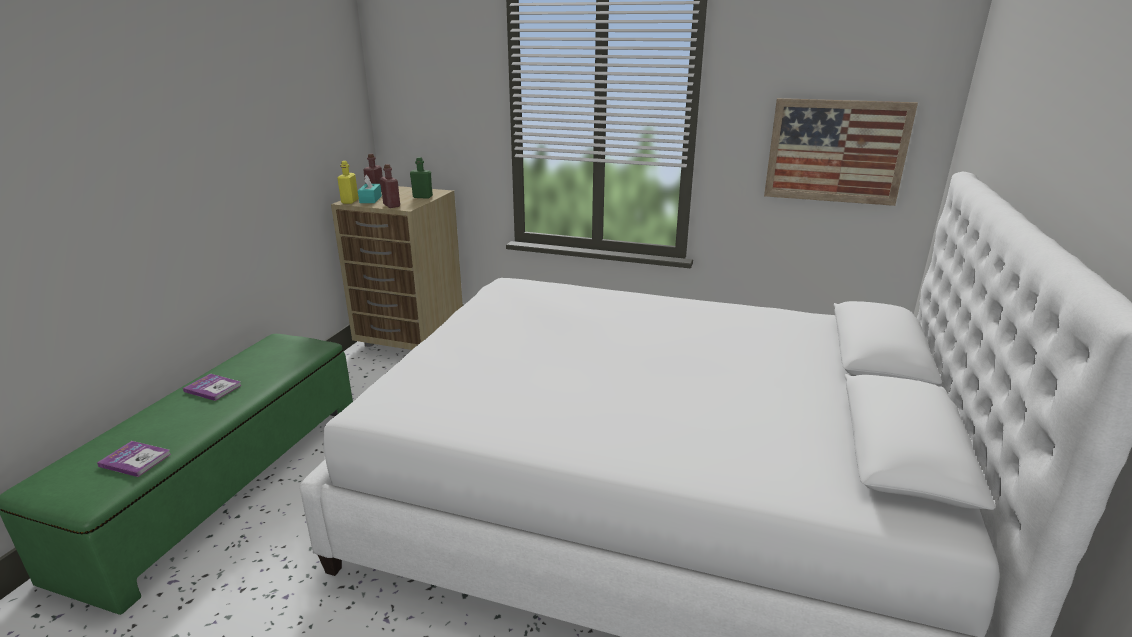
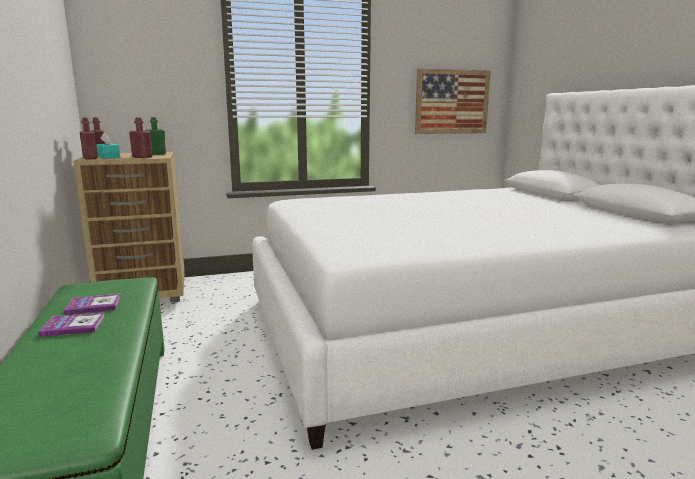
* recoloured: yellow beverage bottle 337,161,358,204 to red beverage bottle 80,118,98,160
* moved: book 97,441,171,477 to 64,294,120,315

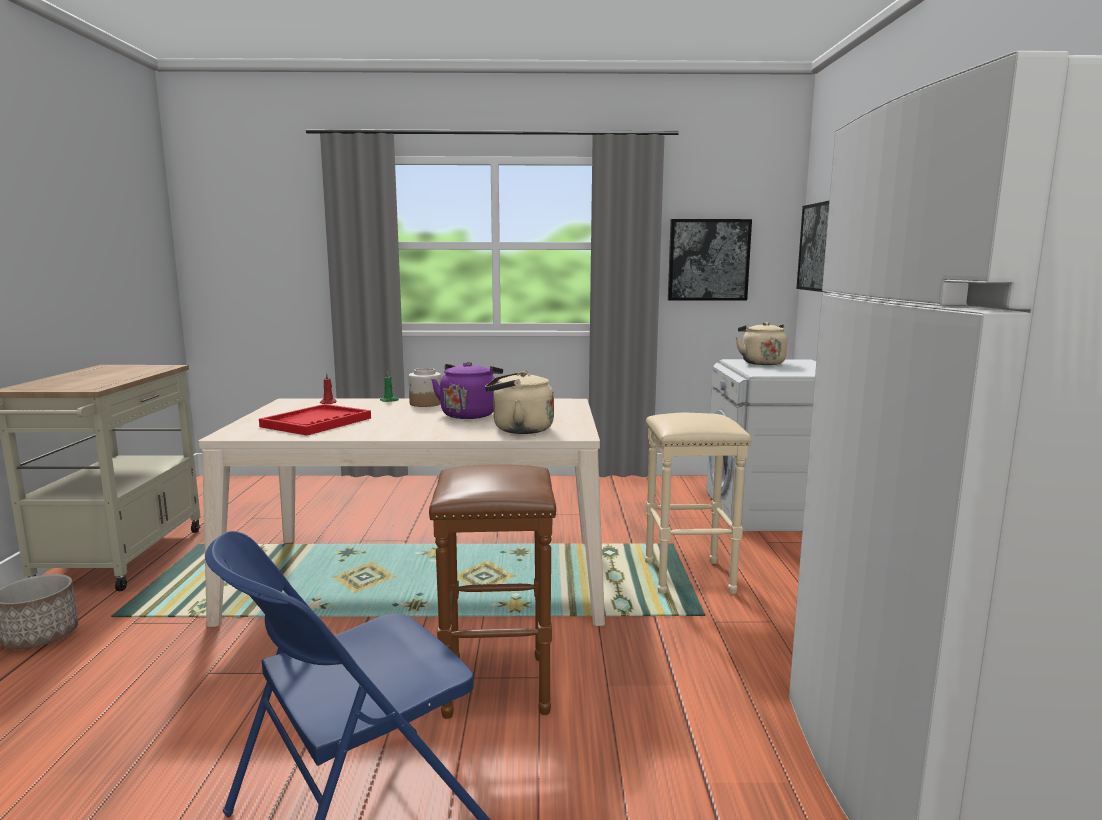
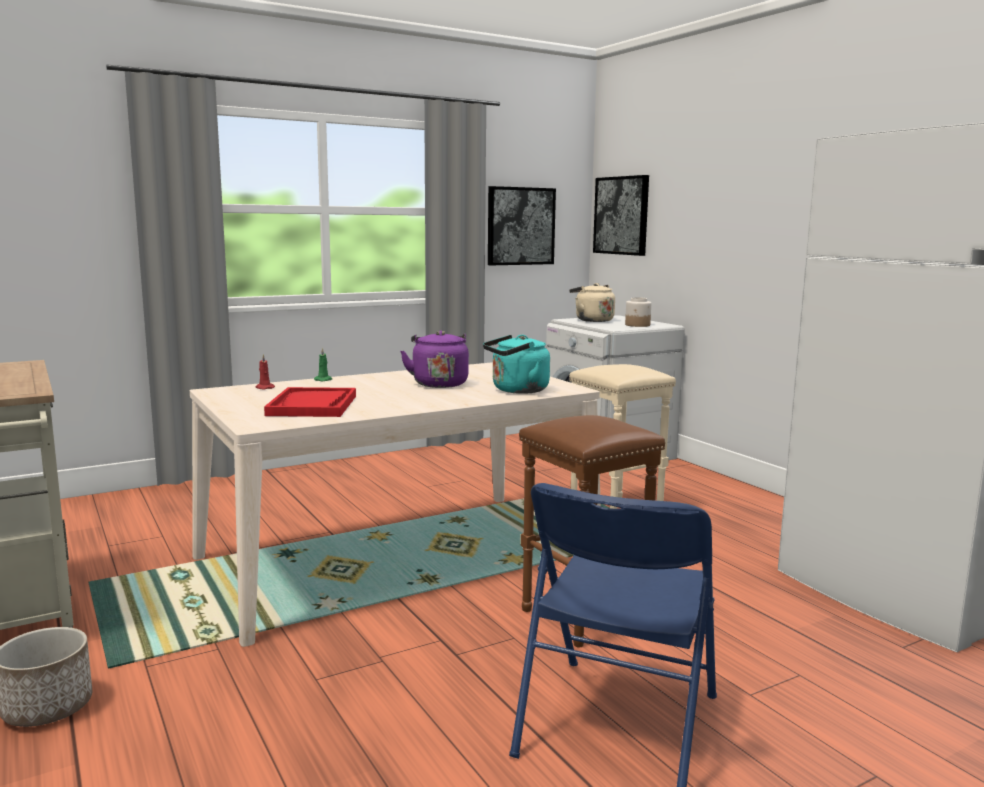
* moved: storage jar 409,368,441,407 to 625,297,651,327
* recoloured: sand-coloured water kettle 485,371,554,434 to blue-green water kettle 483,335,550,394

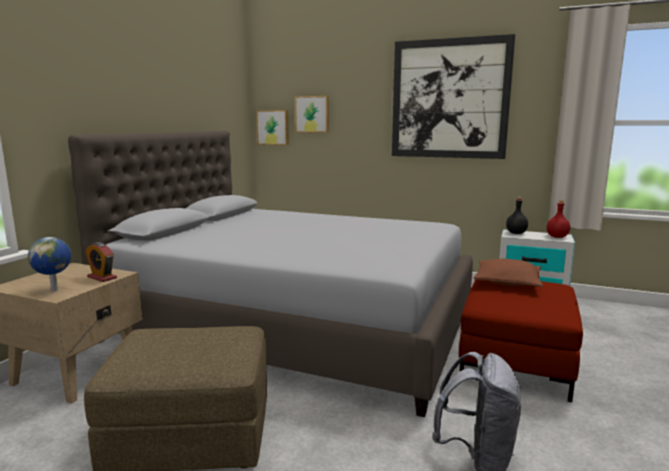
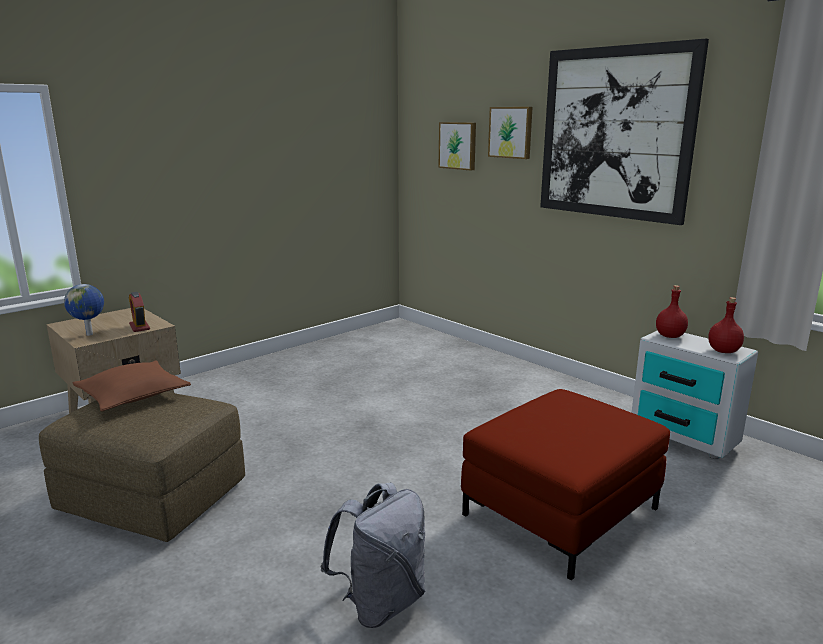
* moved: picture 256,110,289,145 to 488,107,533,159
* removed: grey bedroom bed 68,131,473,417
* recoloured: black beverage bottle 506,197,528,234 to red beverage bottle 656,285,688,338
* moved: brownish throw pillow 473,259,543,287 to 73,360,191,411

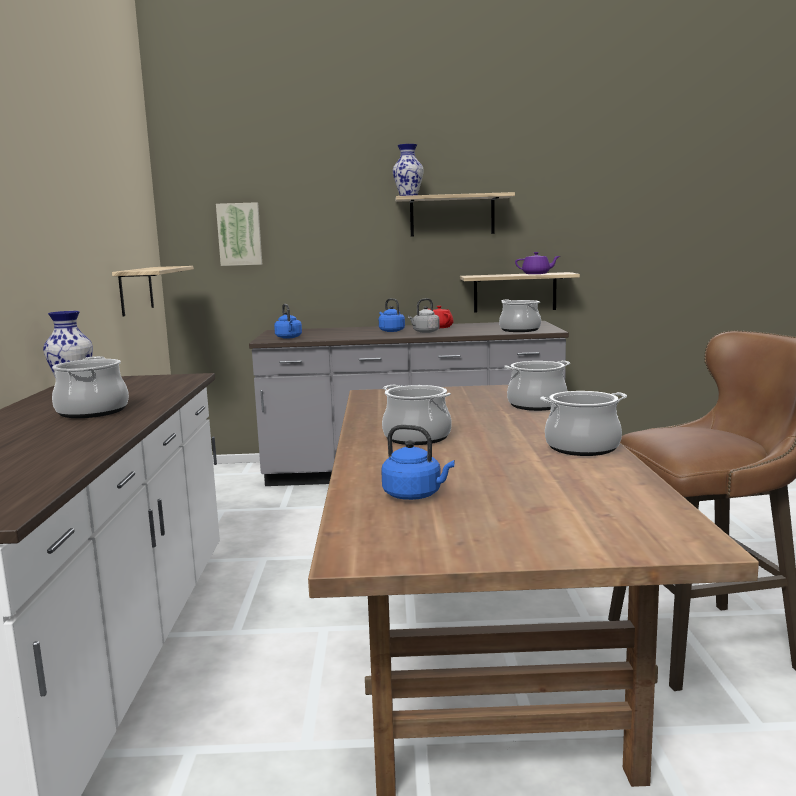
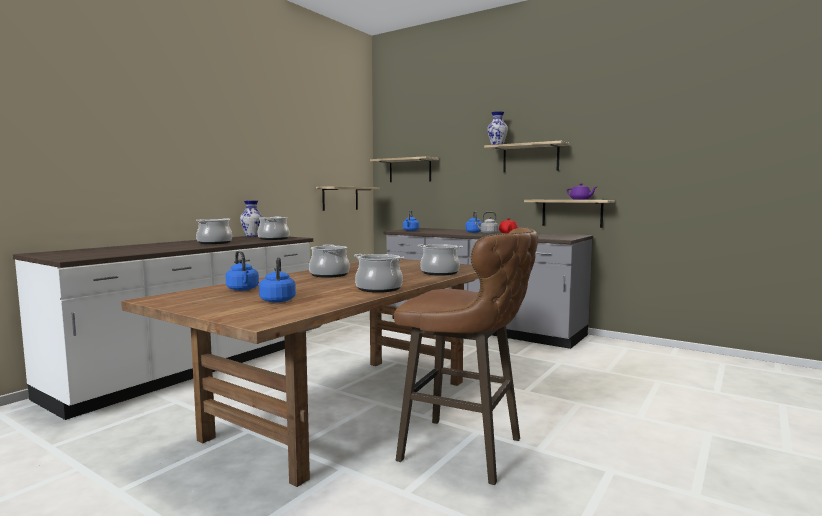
* replaced: picture 216,202,262,266 to bracket shelf 370,156,439,182
* moved: cooking pot 499,300,541,332 to 258,216,289,240
* added: blue water kettle 259,257,296,303

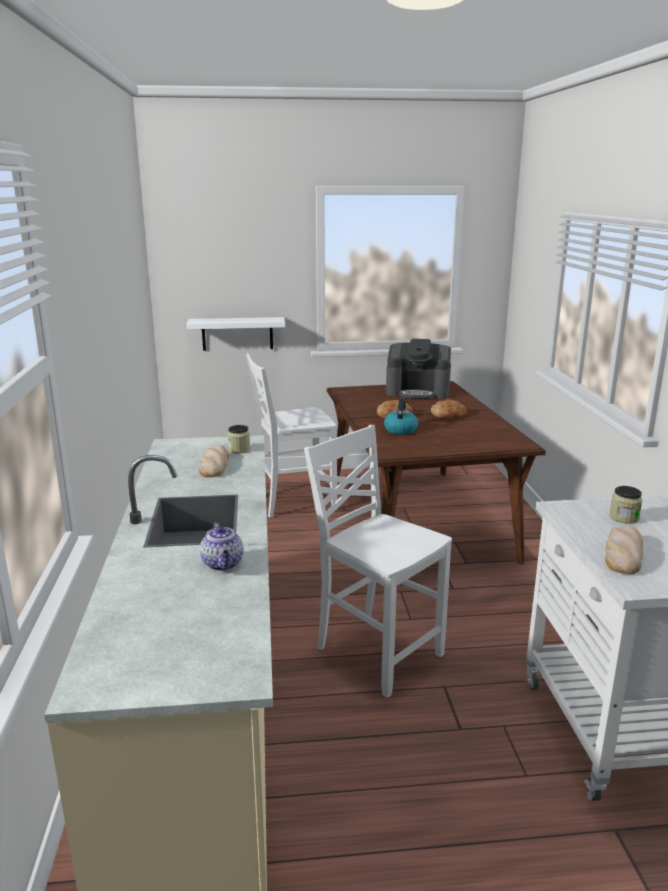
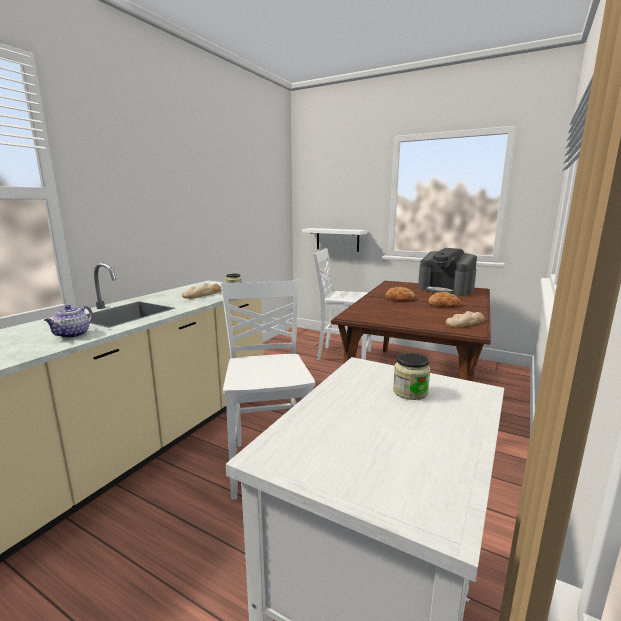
* removed: water kettle 384,398,418,435
* moved: bakery bread 605,526,643,574 to 446,311,484,328

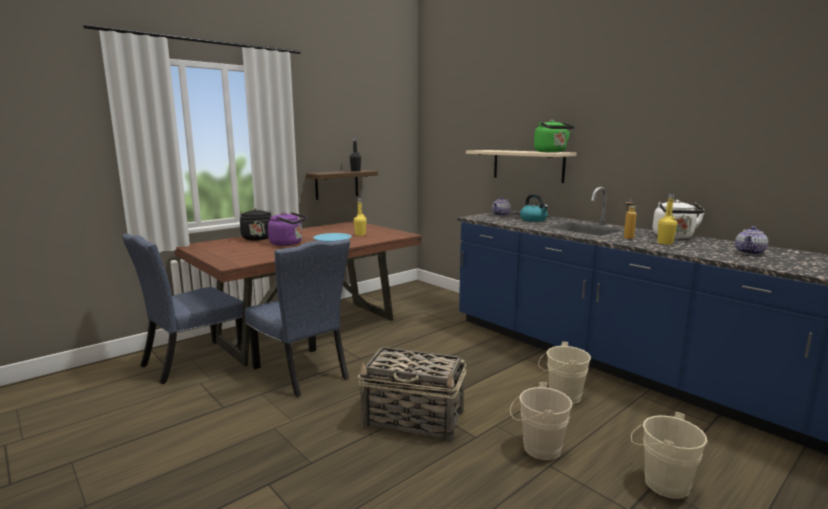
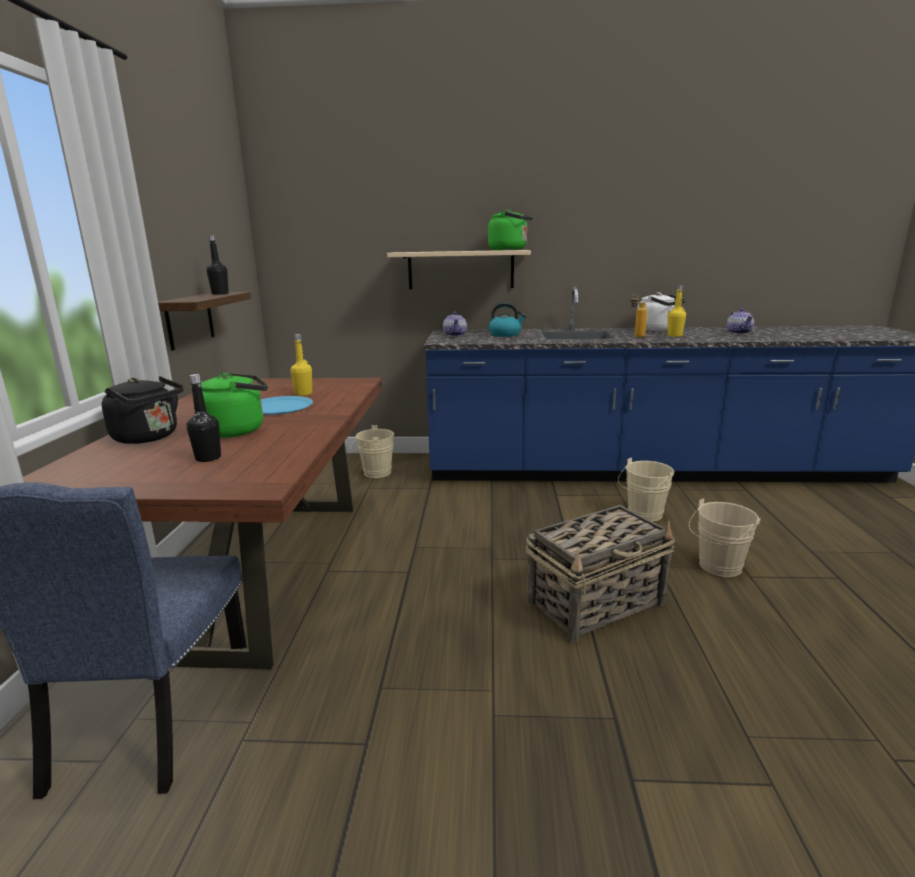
* recoloured: purple-coloured water kettle 268,212,307,246 to green water kettle 201,372,268,438
* removed: blue chair 245,239,350,397
* moved: sand-coloured pail 631,412,707,499 to 350,425,394,478
* added: black beverage bottle 186,374,221,462

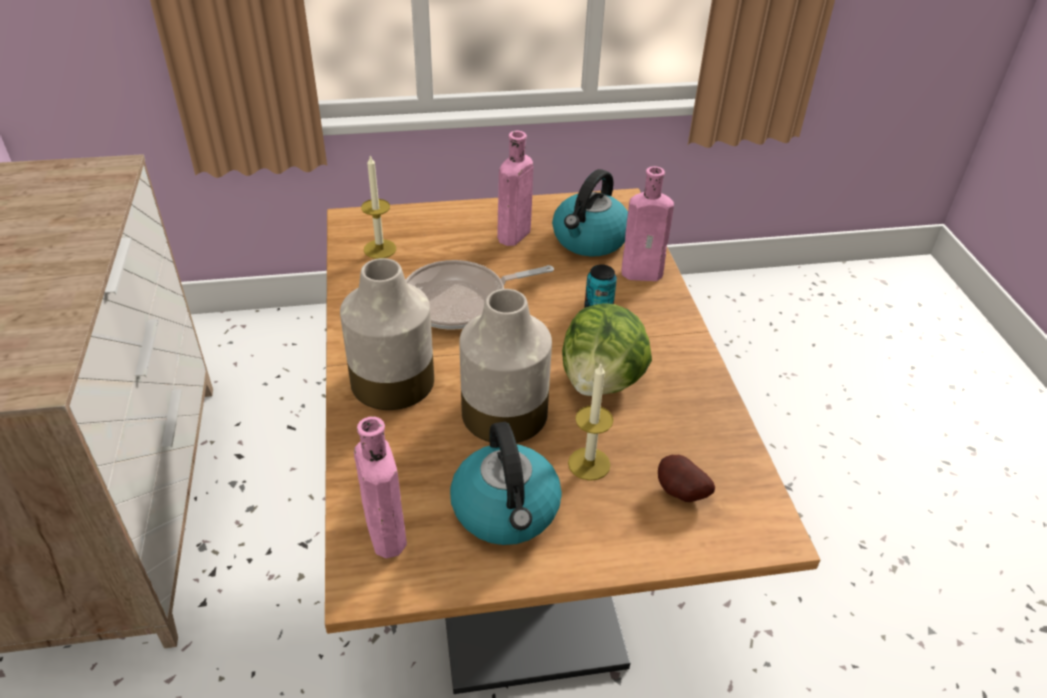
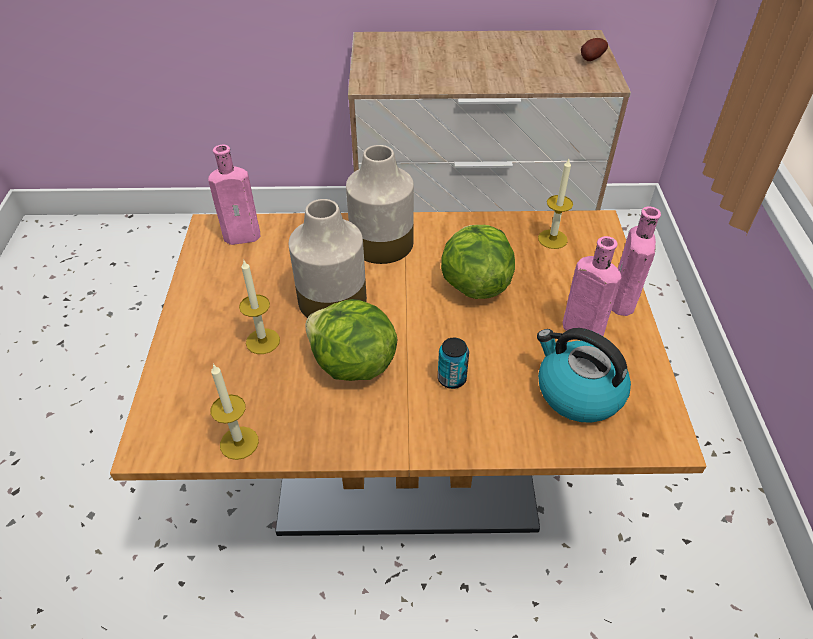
* moved: pinkish beverage bottle 621,166,674,281 to 612,206,661,316
* replaced: skillet 406,260,554,330 to lettuce head 441,225,515,299
* removed: water kettle 450,422,562,545
* moved: spud 658,455,715,502 to 581,38,608,61
* added: candle 211,364,259,460

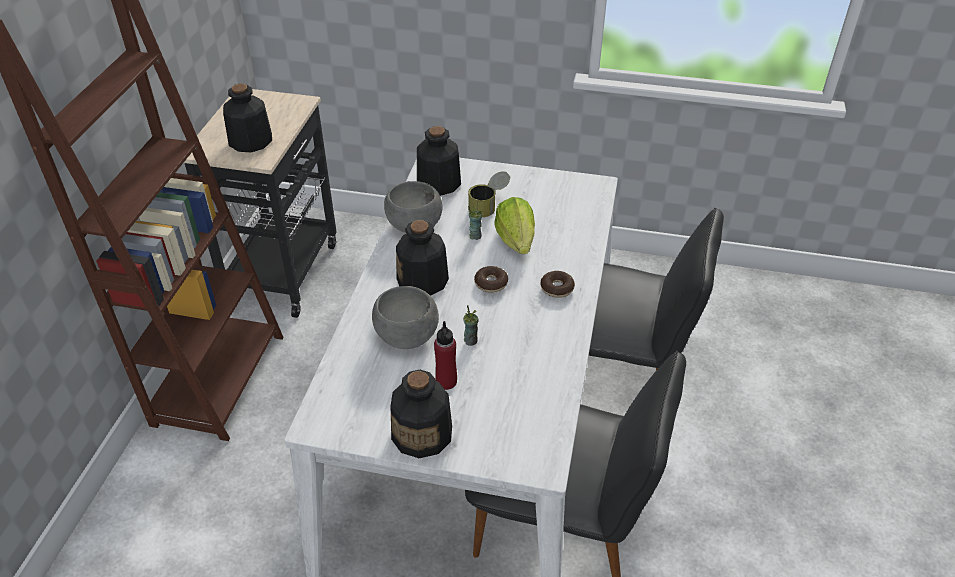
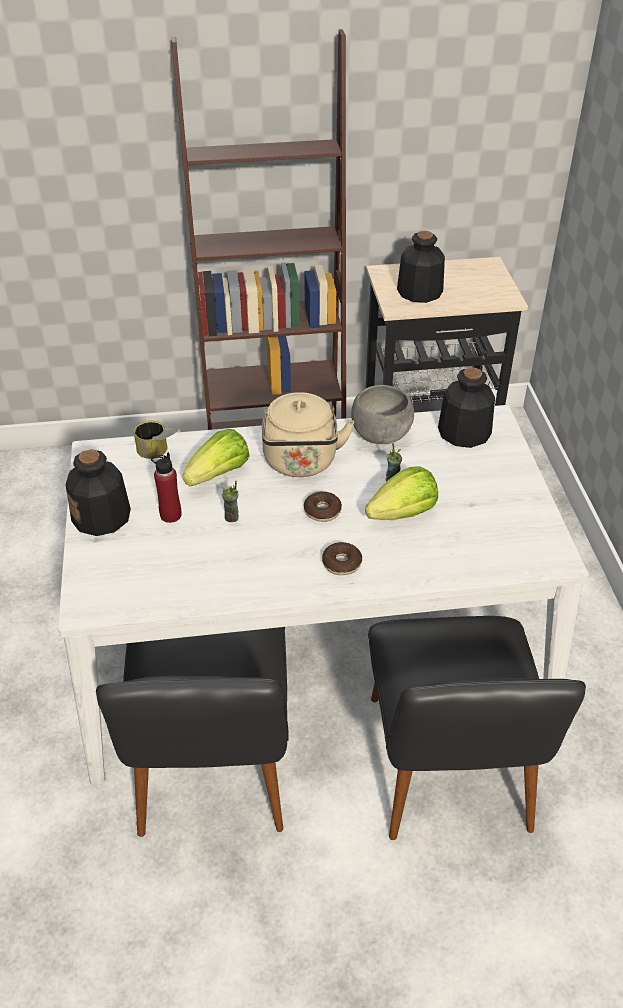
* moved: can 468,171,510,217 to 133,420,179,459
* replaced: beverage bottle 396,220,449,296 to sand-coloured water kettle 262,392,354,477
* replaced: grey deep dish 372,286,439,349 to lettuce head 182,429,250,486

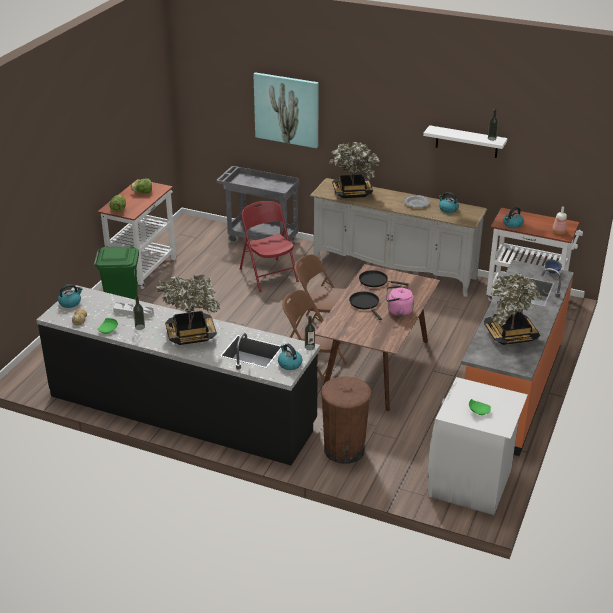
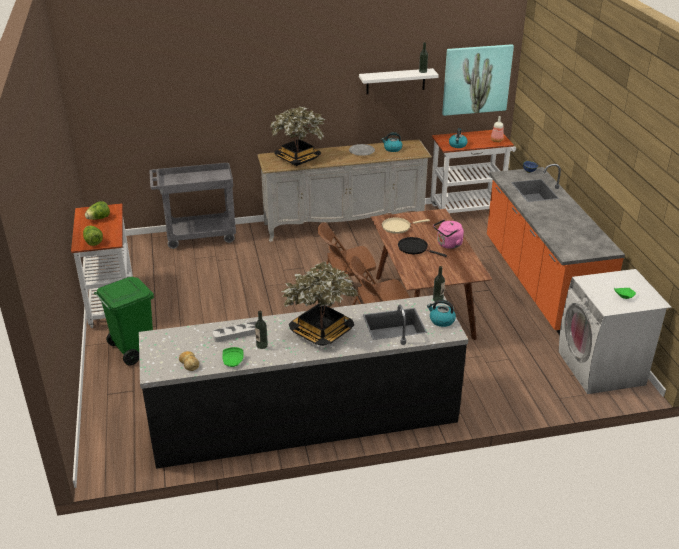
* moved: picture 253,72,319,148 to 442,44,514,116
* removed: red chair 239,201,299,292
* recoloured: black skillet 359,270,409,287 to sand-coloured skillet 382,217,430,234
* removed: houseplant 484,273,548,345
* removed: water kettle 58,284,82,308
* removed: brownish rubbish bin 321,376,371,464

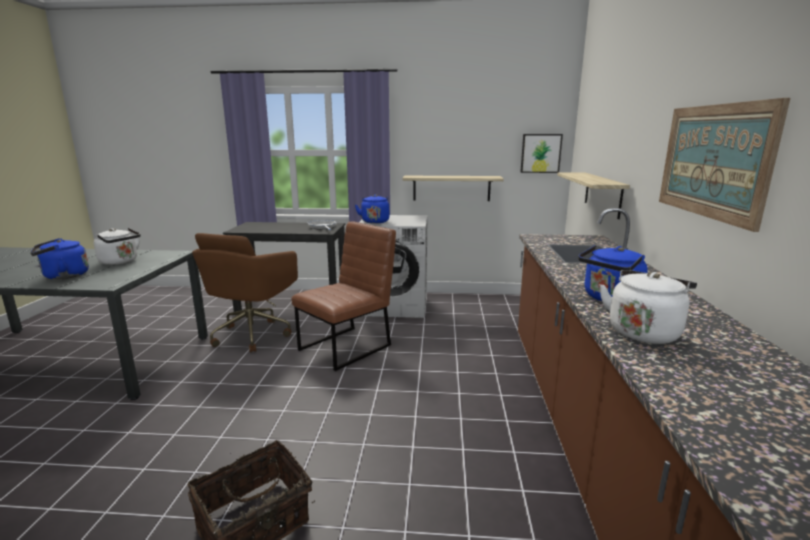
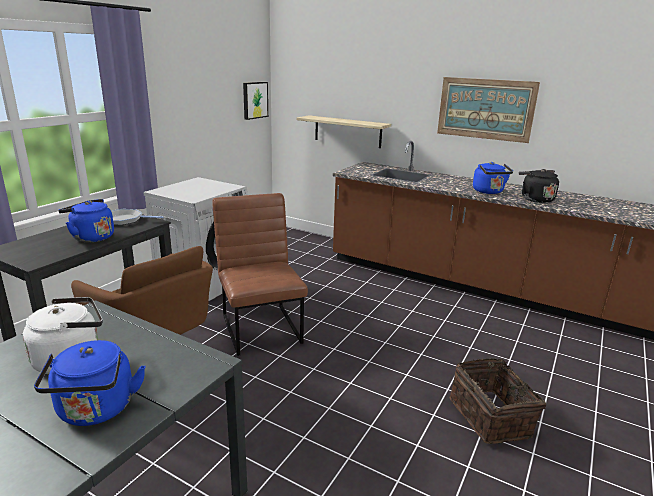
* removed: bracket shelf 402,176,504,201
* moved: blue water kettle 355,195,389,224 to 58,199,114,242
* recoloured: whitish water kettle 600,270,697,344 to black water kettle 519,169,559,203

